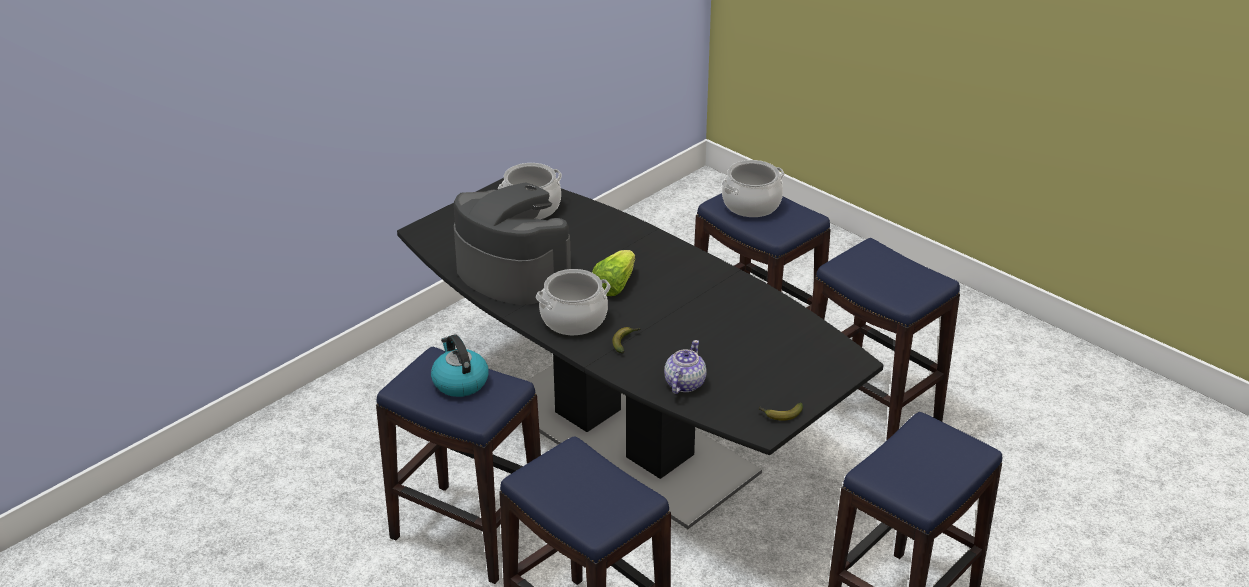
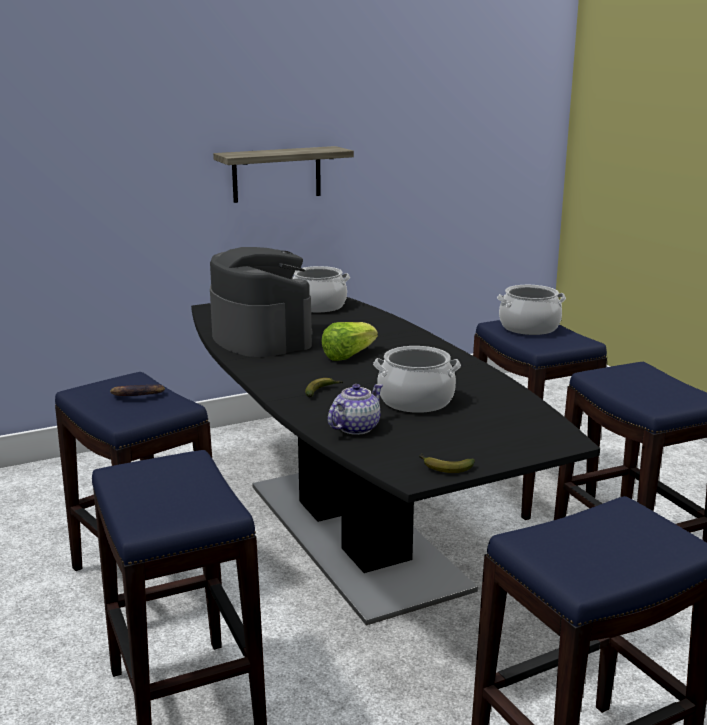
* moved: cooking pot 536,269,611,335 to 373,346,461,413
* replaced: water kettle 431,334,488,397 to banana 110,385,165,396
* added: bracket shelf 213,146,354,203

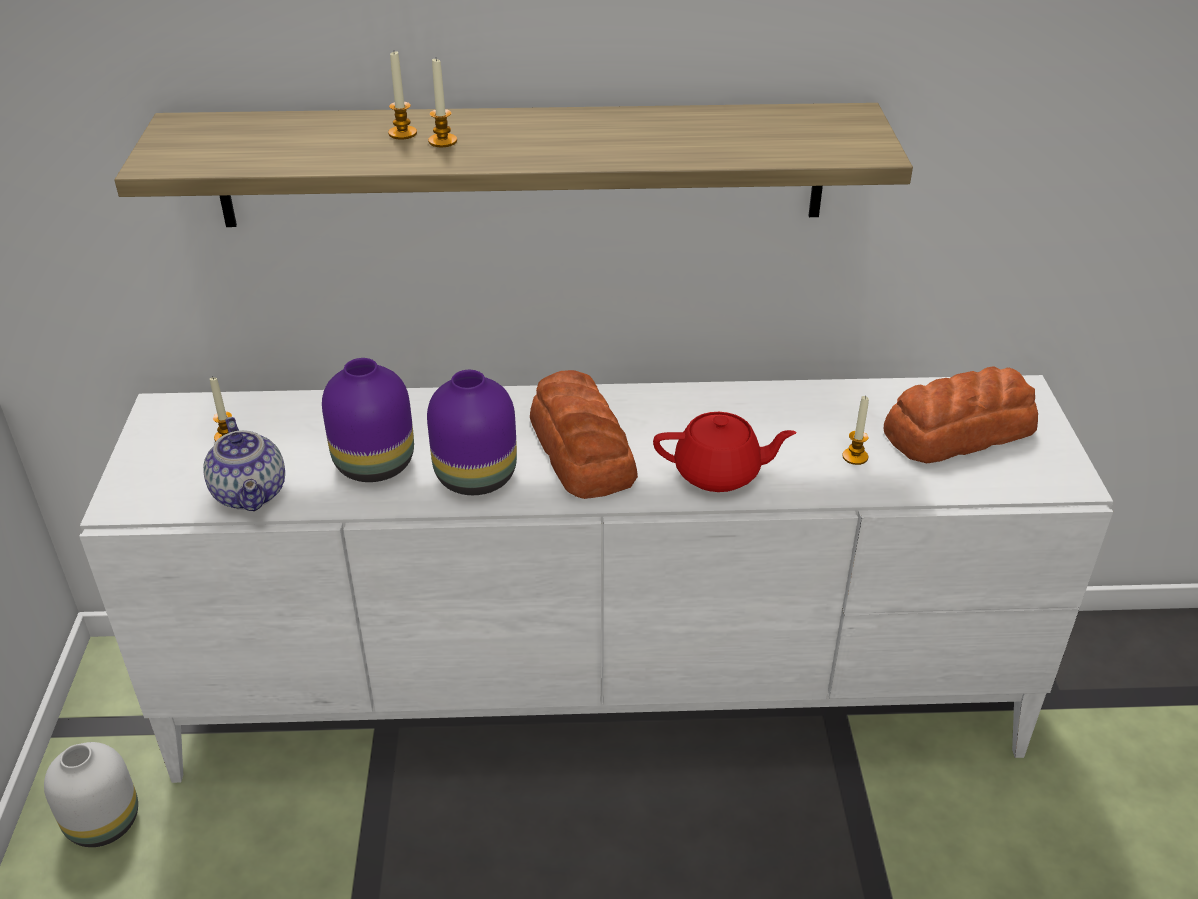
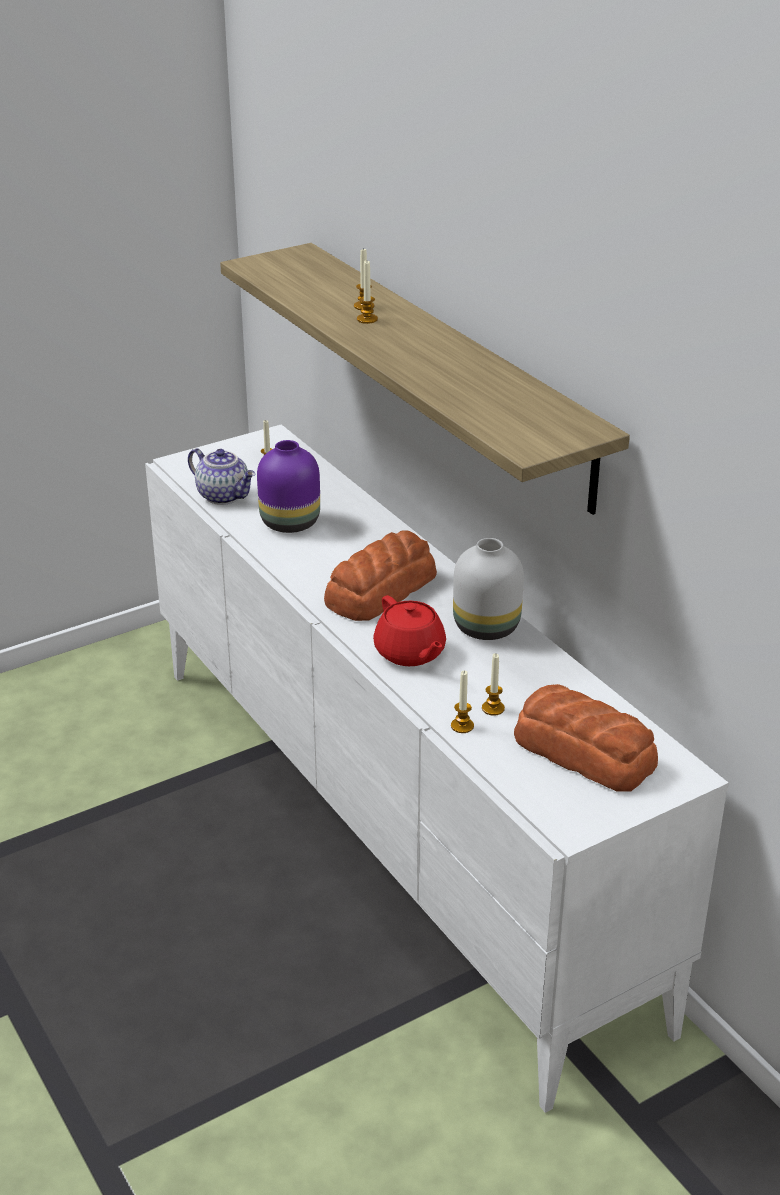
* removed: purple-coloured flower vase 427,370,517,495
* turned: pot for tea 203,417,285,511 = 188,448,256,505 90 degrees counterclockwise
* moved: whitish flower vase 44,742,138,847 to 453,538,524,640
* added: candle 451,670,474,733

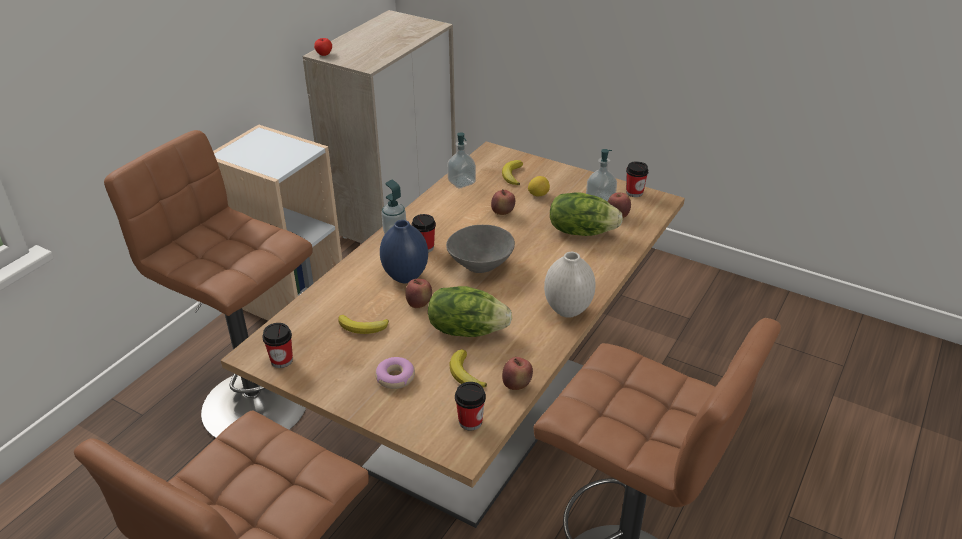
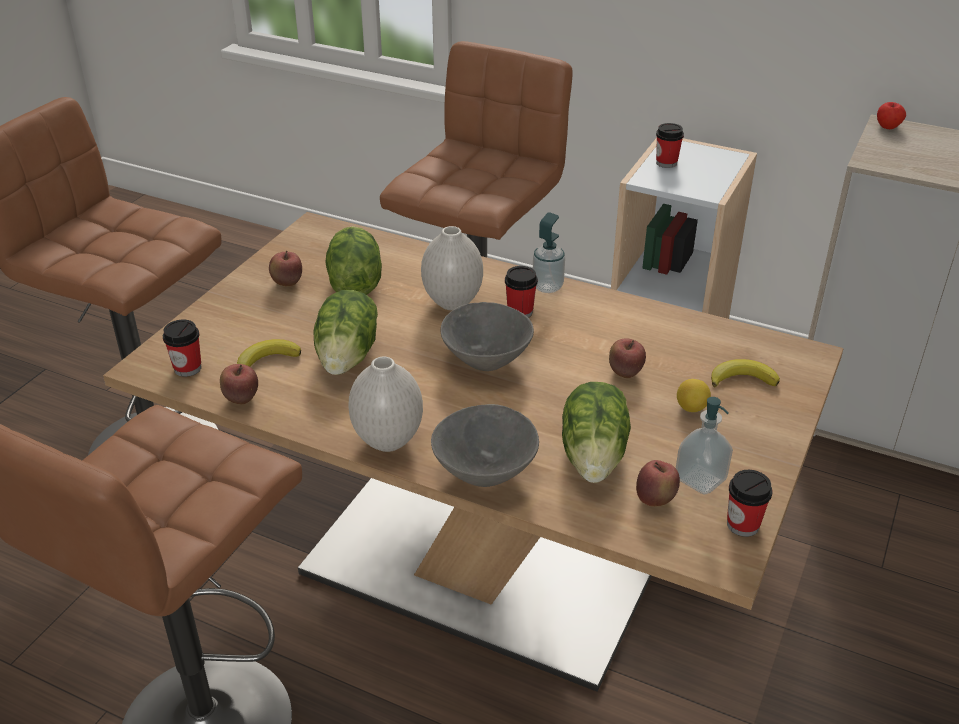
* removed: soap dispenser 447,132,476,188
* recoloured: blue flower vase 380,220,428,283 to whitish flower vase 421,226,483,310
* moved: whole apple 405,279,432,308 to 269,251,302,286
* replaced: banana 338,315,389,334 to lettuce head 325,226,382,295
* moved: small cup 262,323,293,368 to 656,123,684,168
* removed: doughnut 375,357,415,389
* added: grey deep dish 431,404,539,487

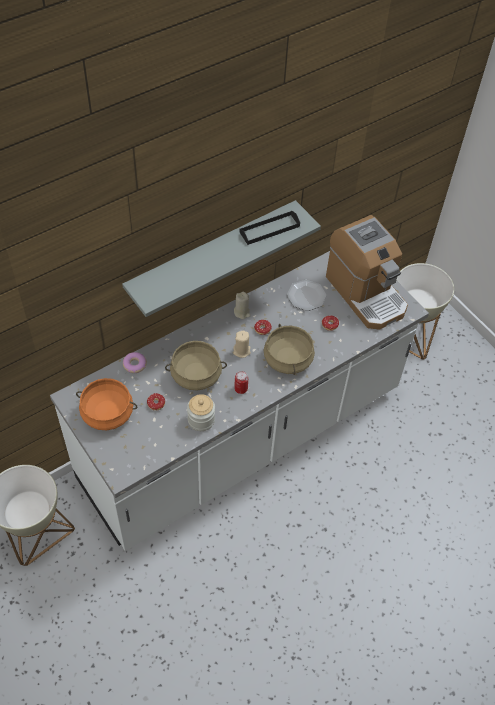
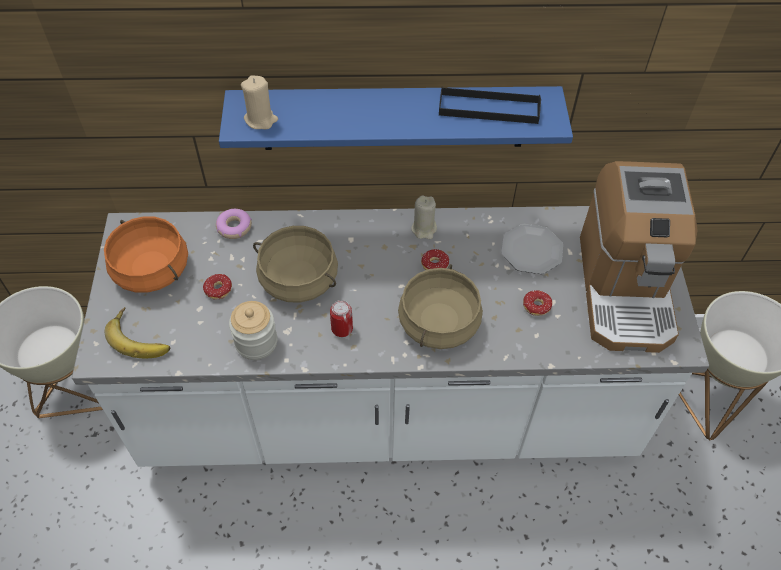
* recoloured: grey bracket shelf 122,200,321,317 to blue bracket shelf 219,86,573,150
* moved: sand-coloured candle 233,331,251,358 to 241,75,278,129
* added: banana 105,307,170,358

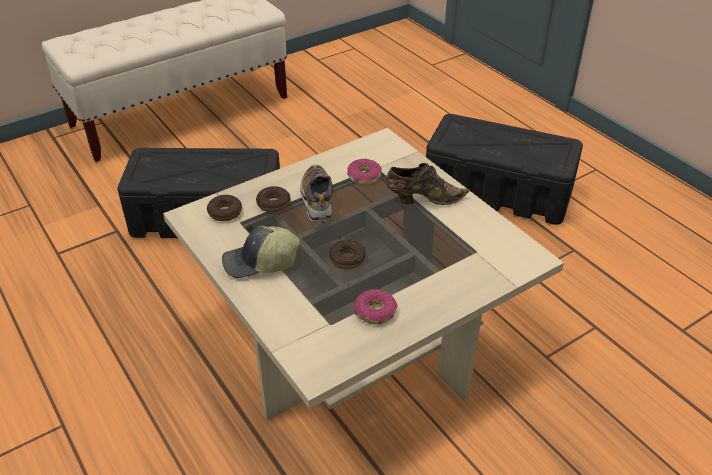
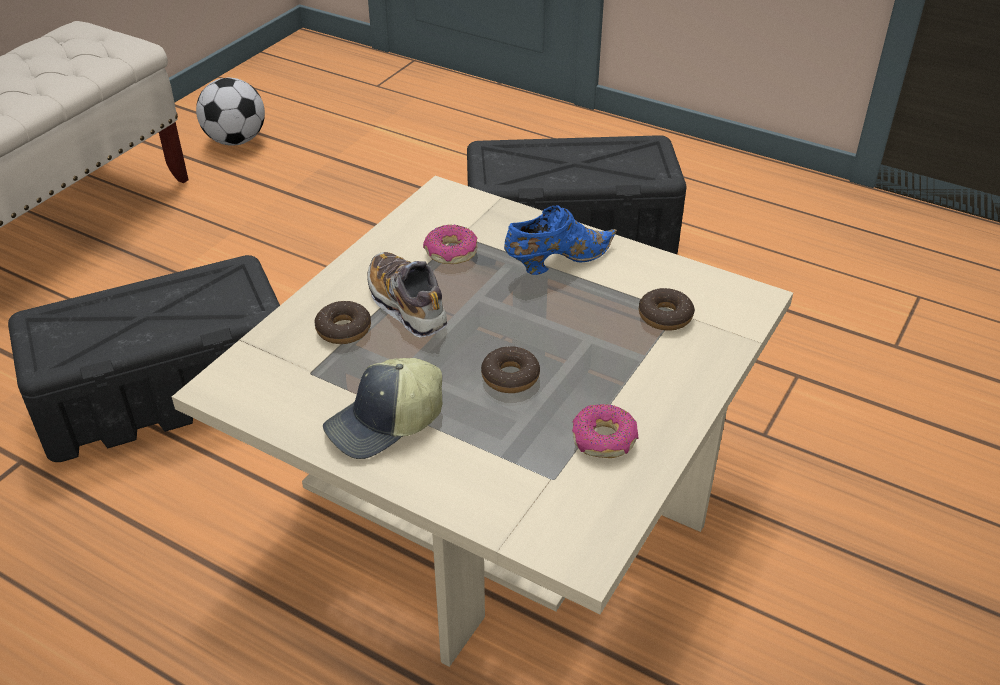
* recoloured: brownish shoe 386,163,470,205 to blue shoe 504,205,617,275
* moved: doughnut 207,195,242,221 to 639,288,695,331
* added: football ball 196,78,265,146

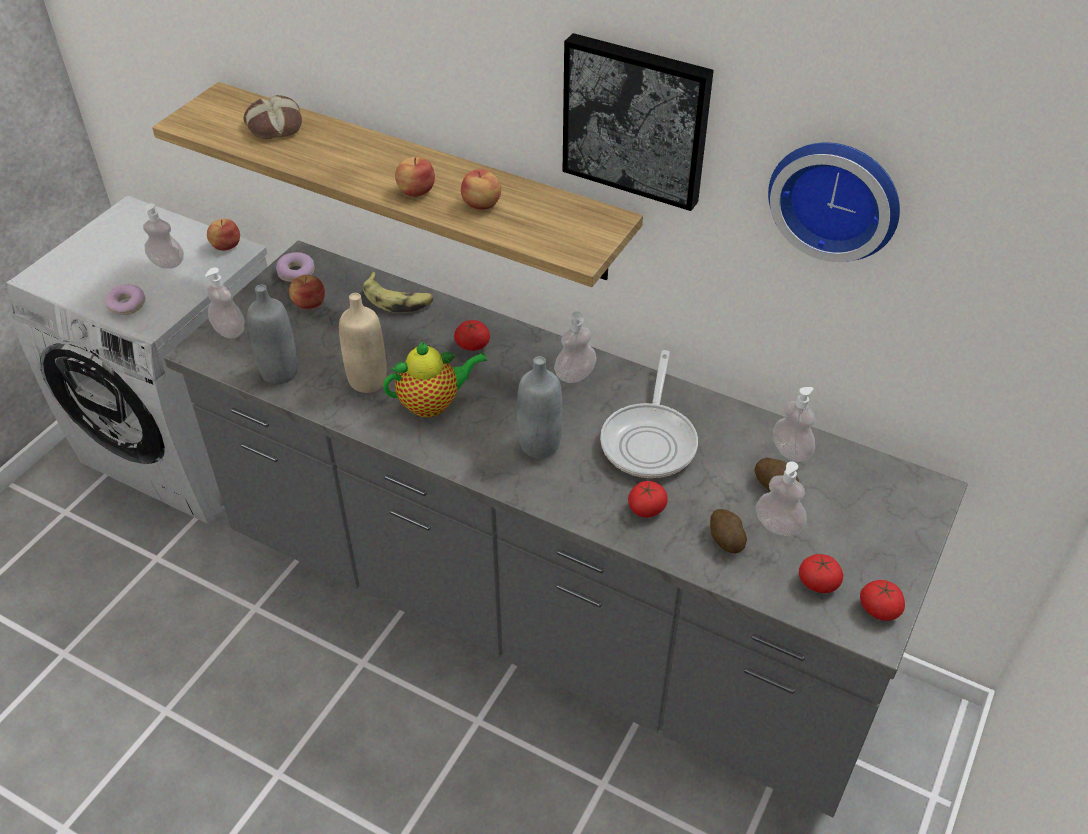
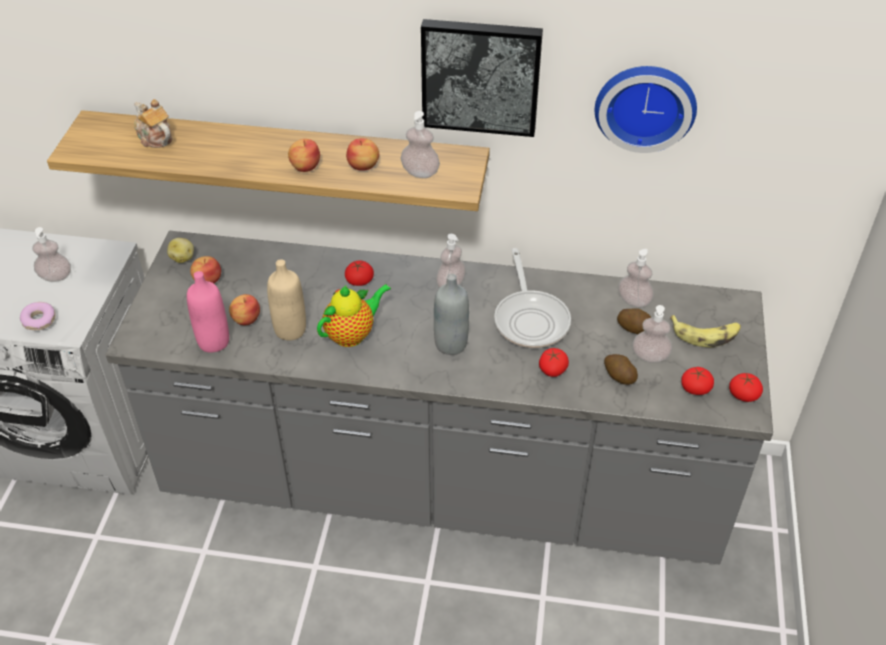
* replaced: bakery bread 243,95,302,139 to pot for tea 134,99,172,148
* moved: whole apple 207,219,240,251 to 229,294,260,325
* replaced: doughnut 276,252,314,282 to spud 167,238,194,263
* moved: soap dispenser 205,267,245,338 to 401,111,440,178
* moved: banana 363,272,434,313 to 670,315,741,348
* recoloured: grey beverage bottle 247,285,298,384 to pinkish beverage bottle 187,271,229,353

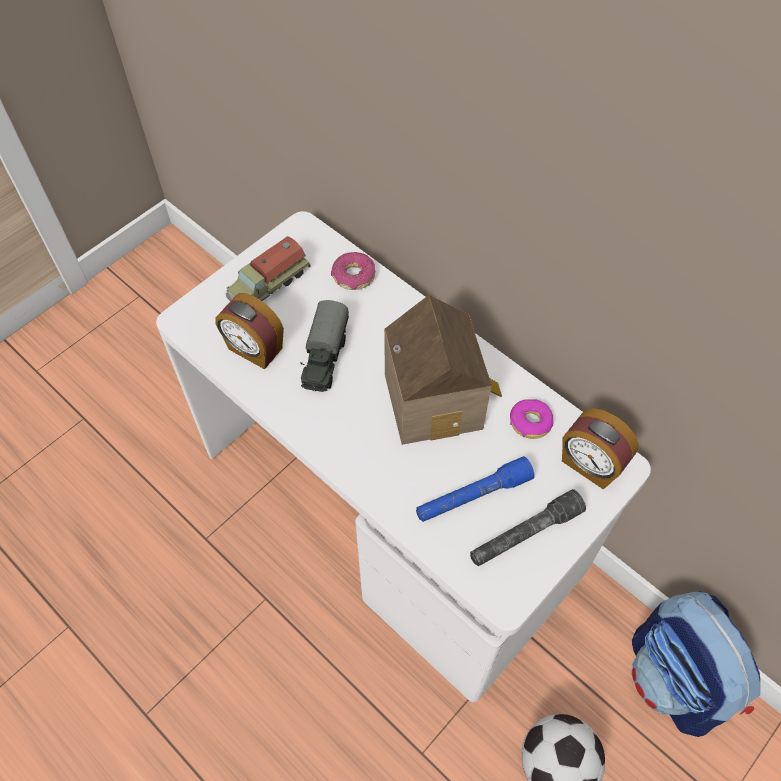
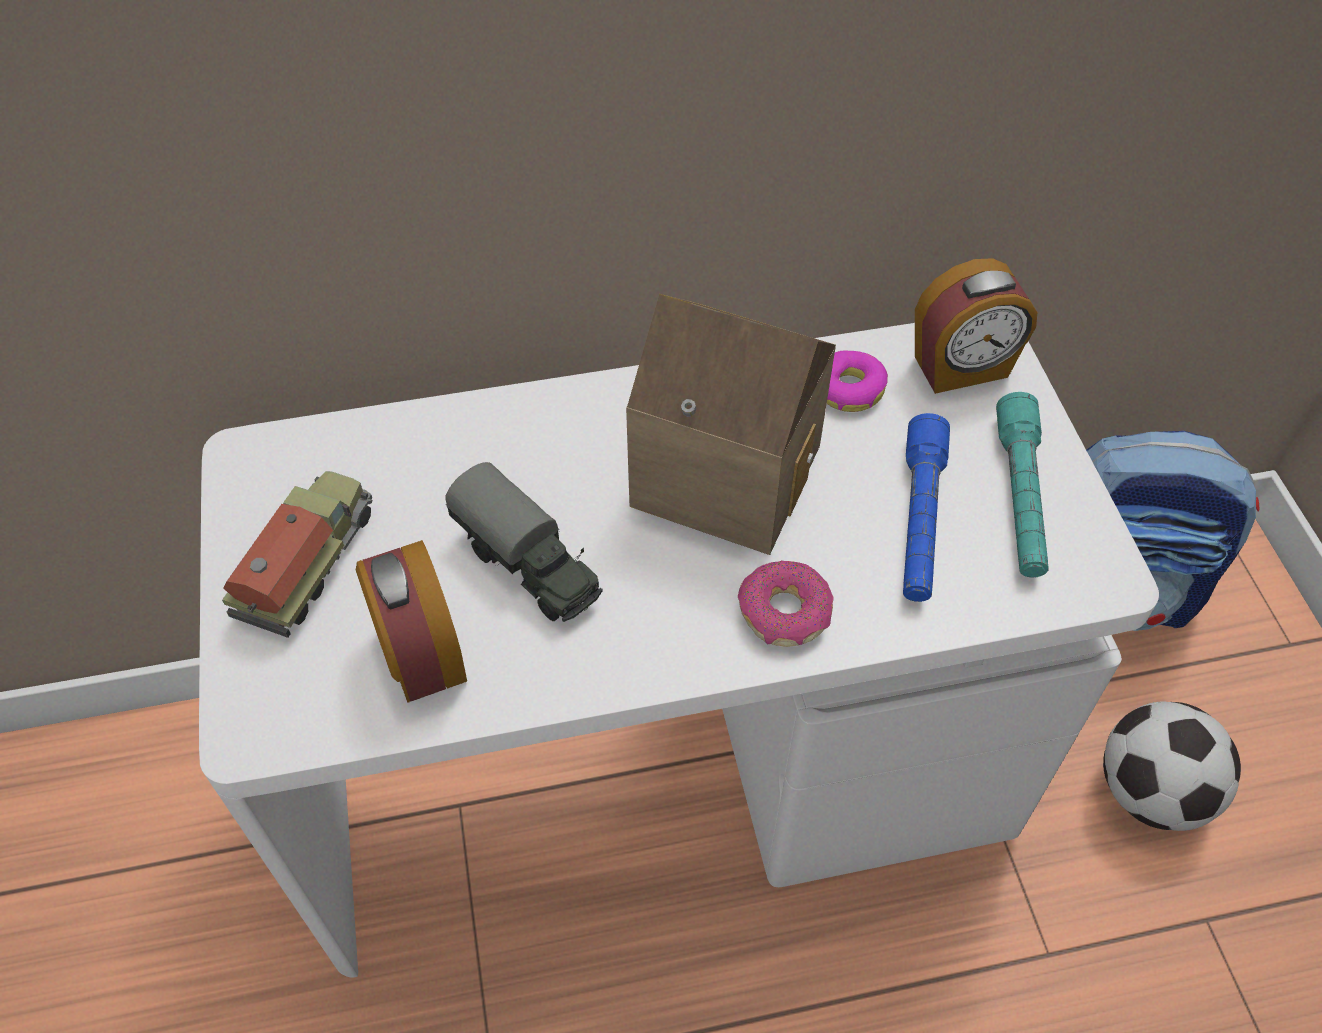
* turned: model truck 225,236,311,301 = 222,471,372,638 150 degrees counterclockwise
* moved: doughnut 331,252,375,290 to 738,561,834,647
* turned: alarm clock 215,293,284,369 = 356,540,467,703 90 degrees clockwise
* recoloured: grey flashlight 470,489,586,566 to blue-green flashlight 996,392,1049,577

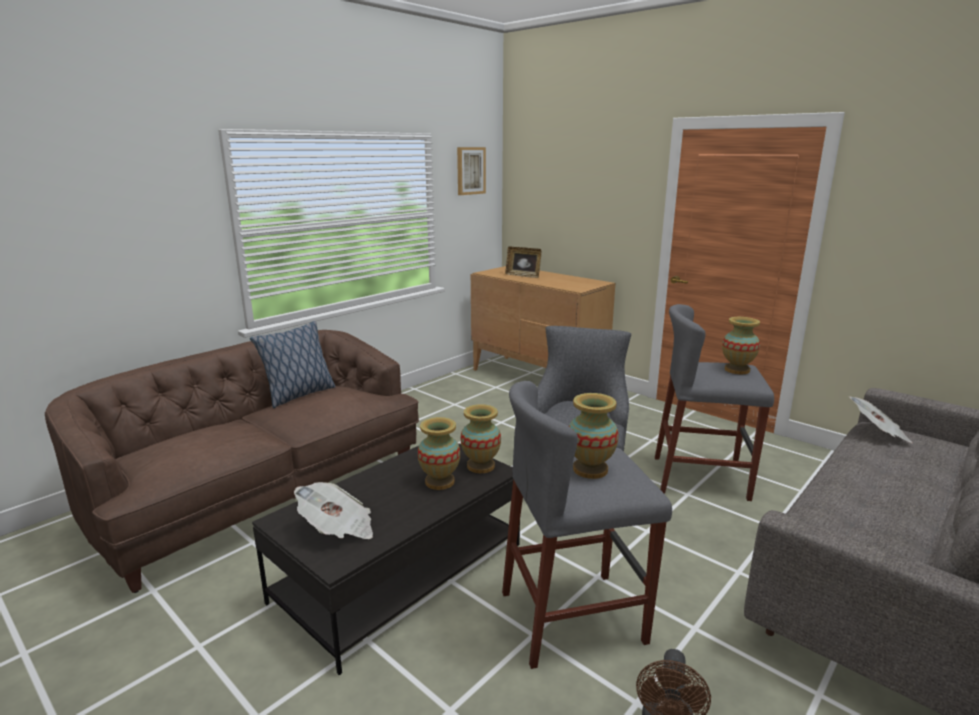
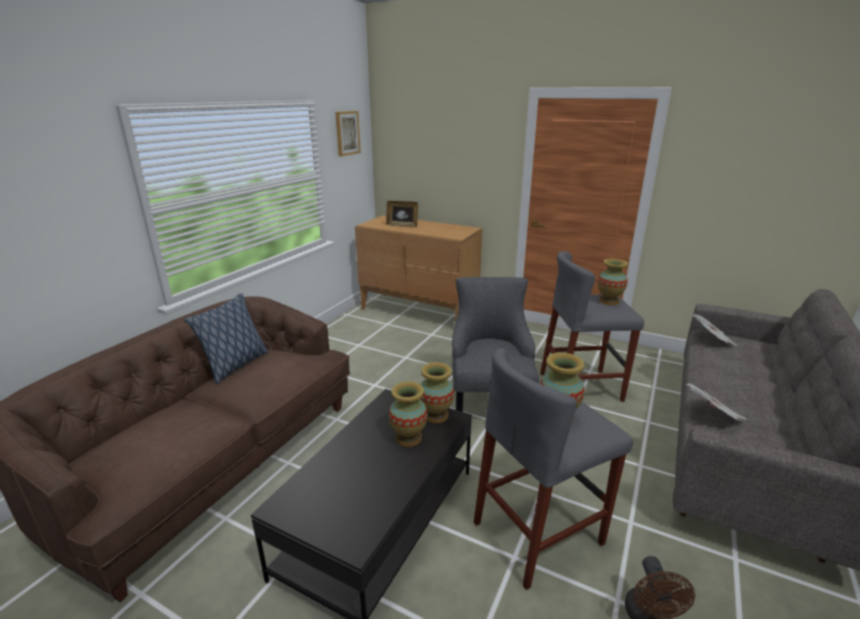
* moved: daily paper 294,482,373,539 to 686,383,746,421

